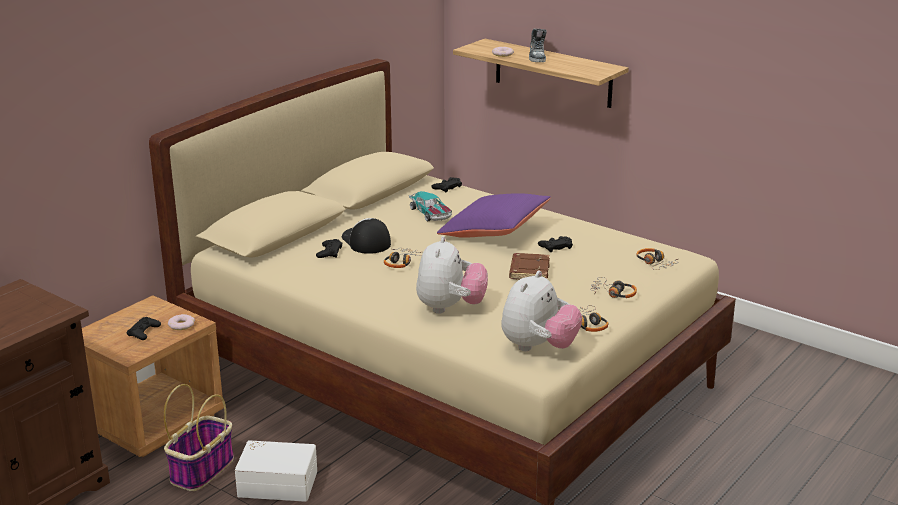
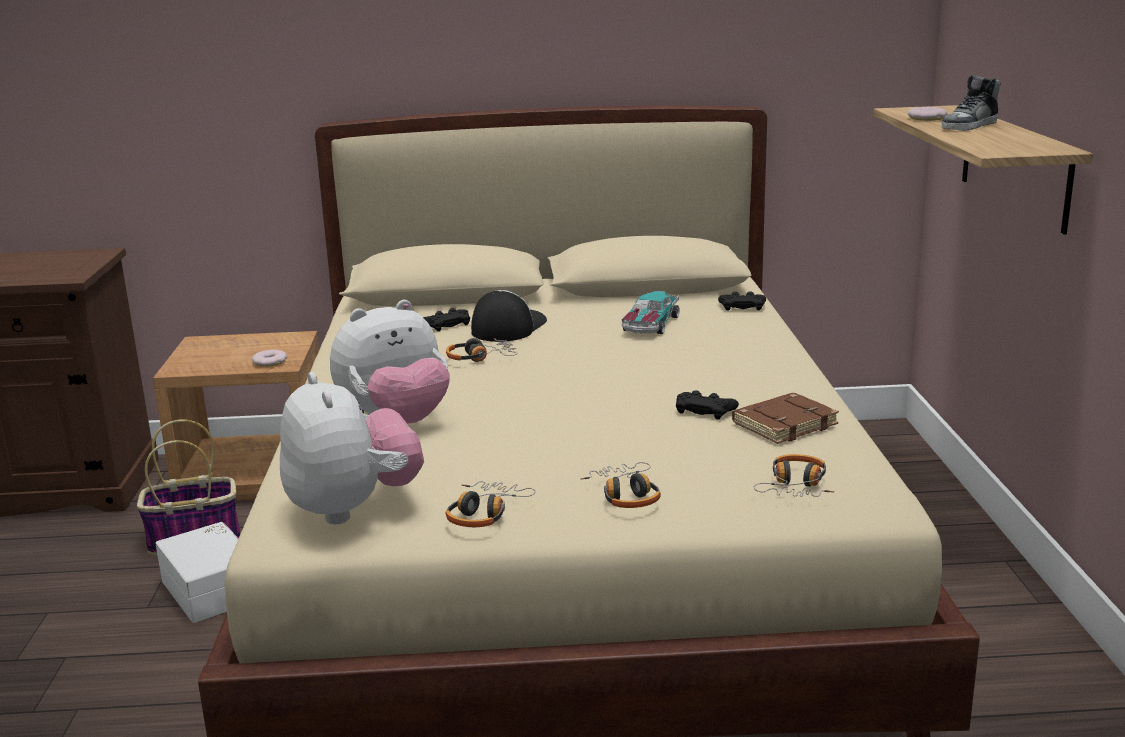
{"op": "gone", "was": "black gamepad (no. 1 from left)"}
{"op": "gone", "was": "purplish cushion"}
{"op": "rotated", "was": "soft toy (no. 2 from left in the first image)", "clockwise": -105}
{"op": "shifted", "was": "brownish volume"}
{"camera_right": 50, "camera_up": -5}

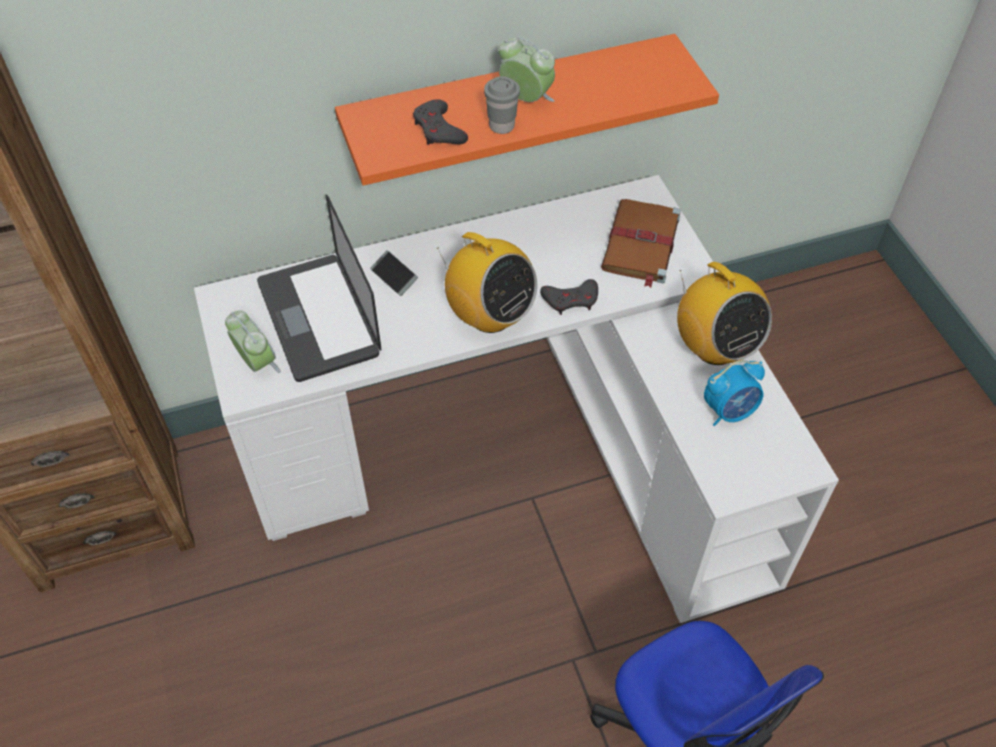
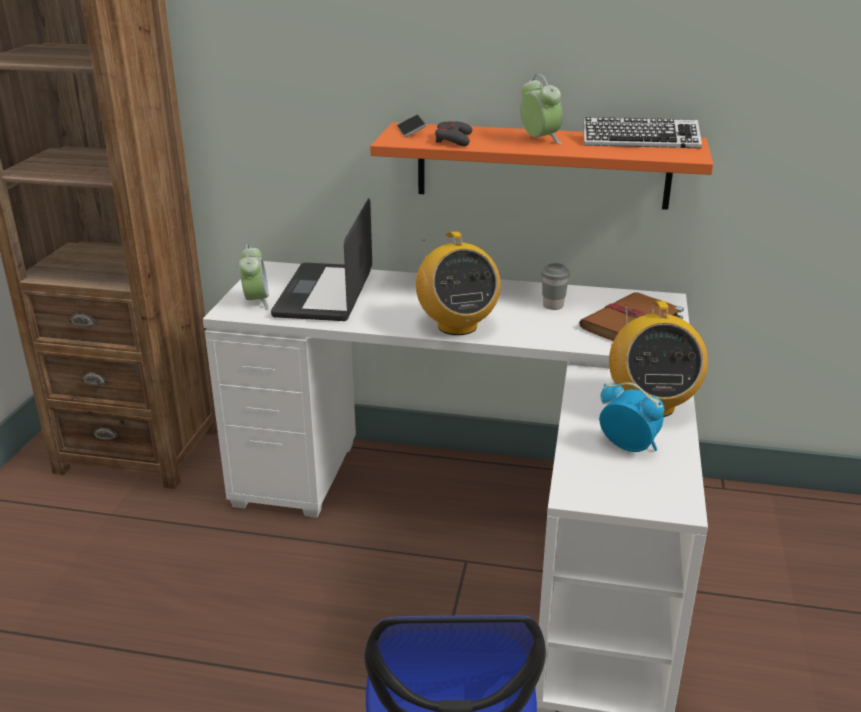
{"op": "shifted", "was": "phone"}
{"op": "shifted", "was": "gray small cup"}
{"op": "gone", "was": "gray gamepad (no. 2 from left)"}
{"op": "rotated", "was": "table clock (no. 3 from left)", "clockwise": -150}
{"op": "new", "now": "PC keyboard"}
{"camera_right": 30, "camera_up": -25}

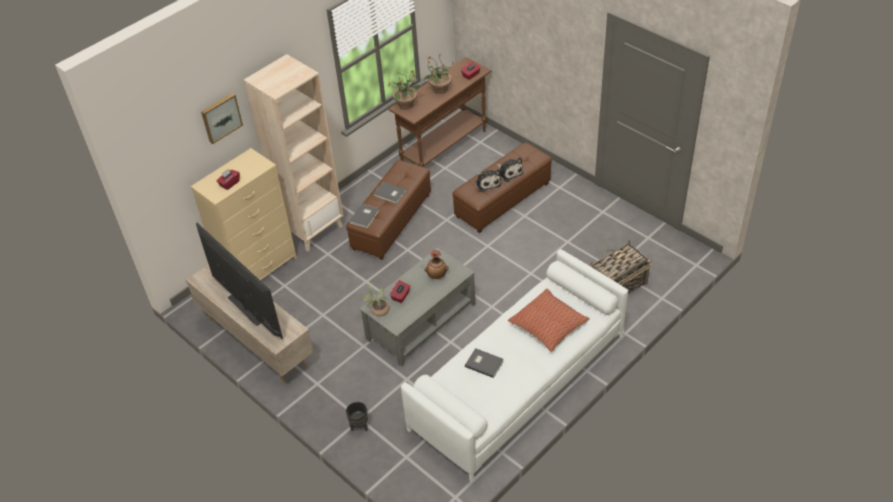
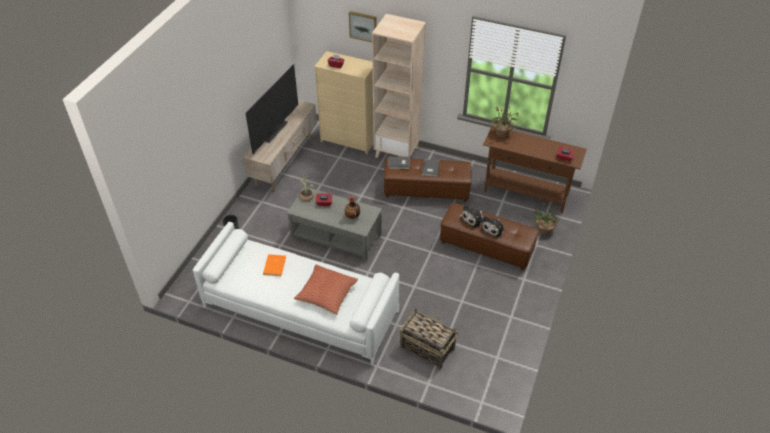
{"op": "shifted", "was": "houseplant (no. 3 from left)"}
{"op": "repainted", "was": "gray volume (no. 3 from left)", "now": "orange-coloured volume"}
{"camera_right": 65, "camera_up": 0}

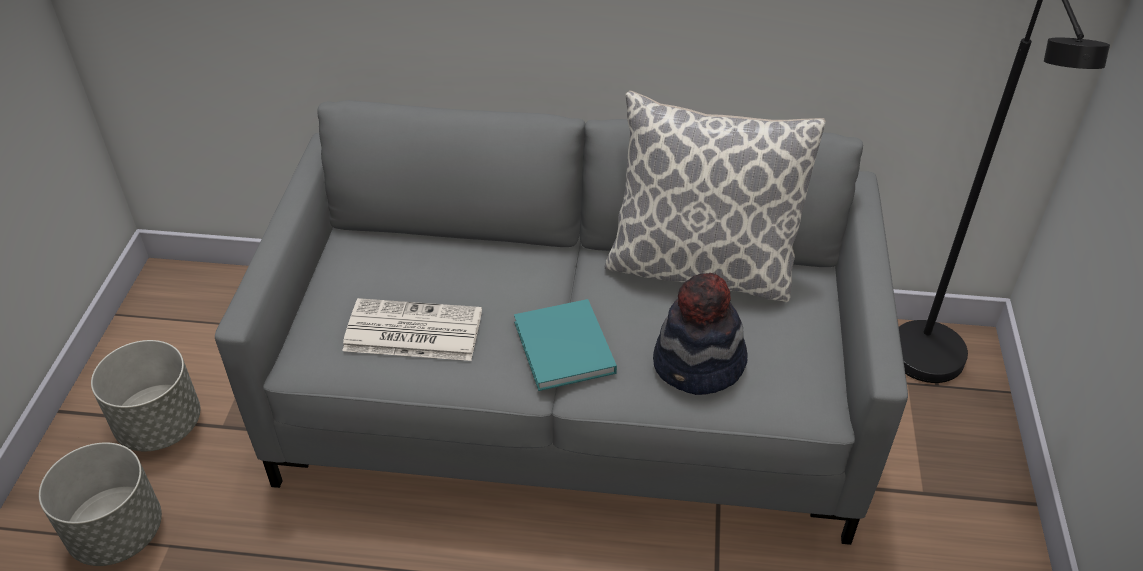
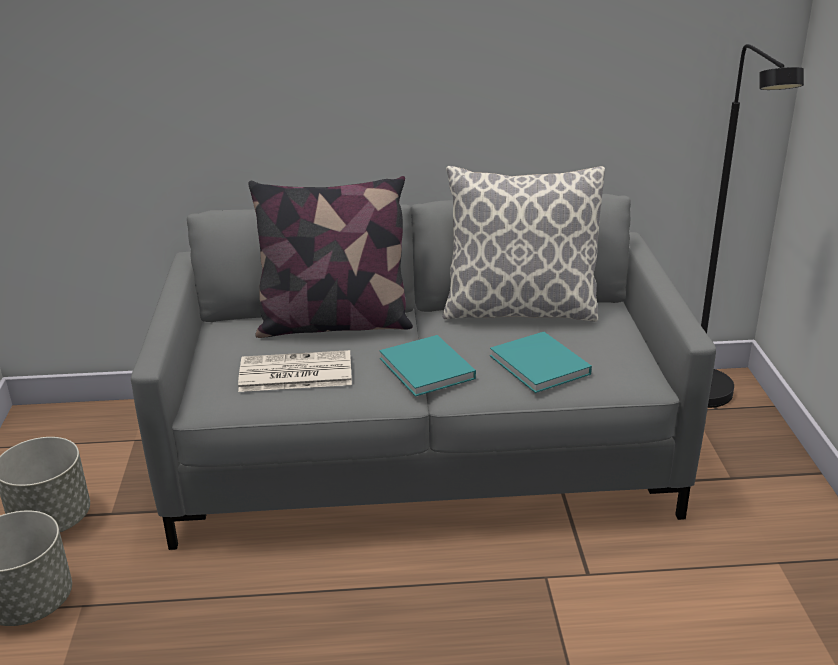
{"op": "swapped", "was": "clothing hat", "now": "turquoise-coloured volume (no. 2 from left)"}
{"op": "new", "now": "cushion (no. 1 from left)"}
{"camera_right": -10, "camera_up": -15}

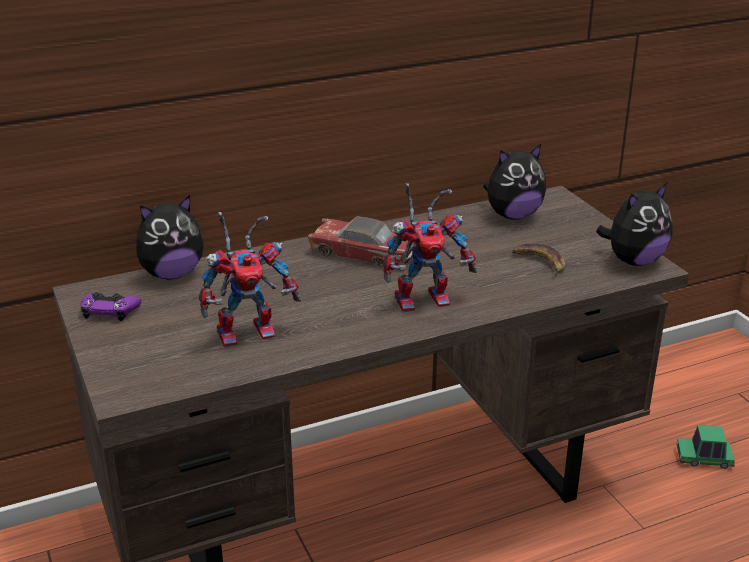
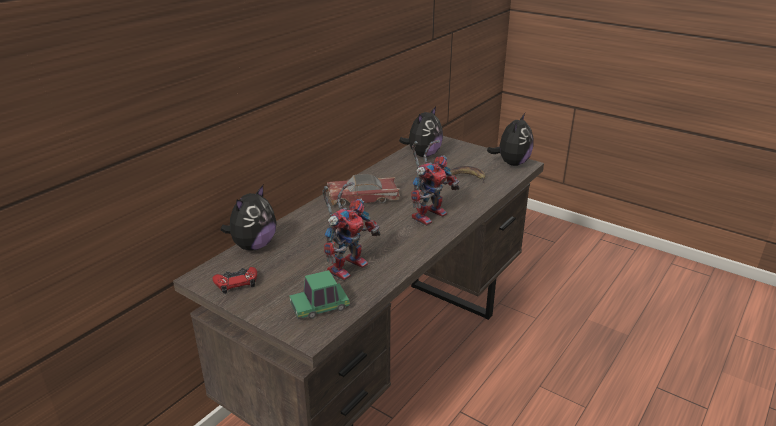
{"op": "repainted", "was": "purplish gamepad", "now": "red gamepad"}
{"op": "shifted", "was": "toy car (no. 2 from left in the first image)", "now": "toy car (no. 1 from left)"}
{"camera_right": -30, "camera_up": 0}

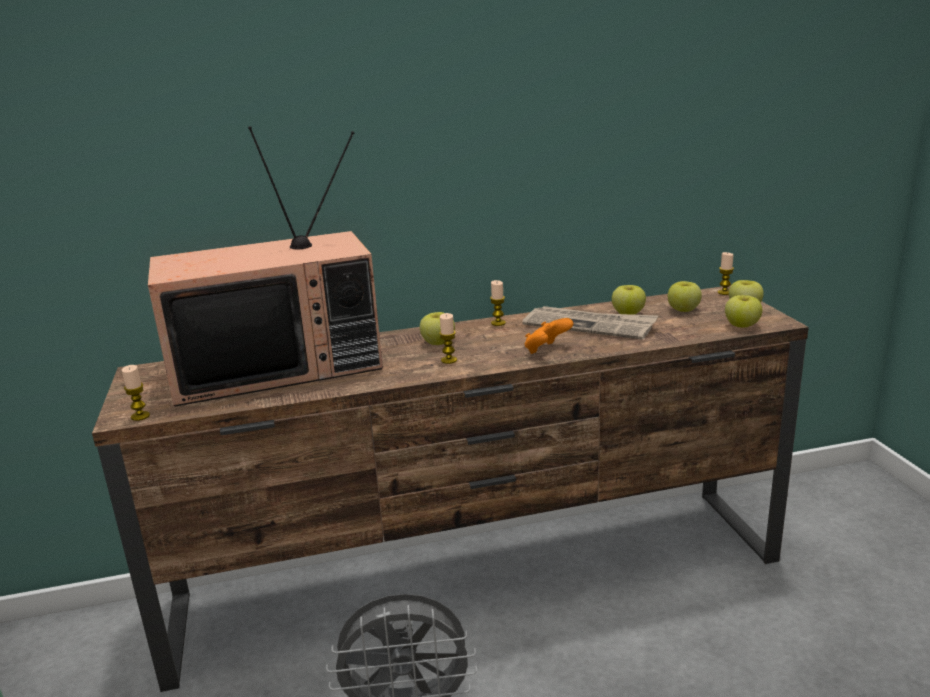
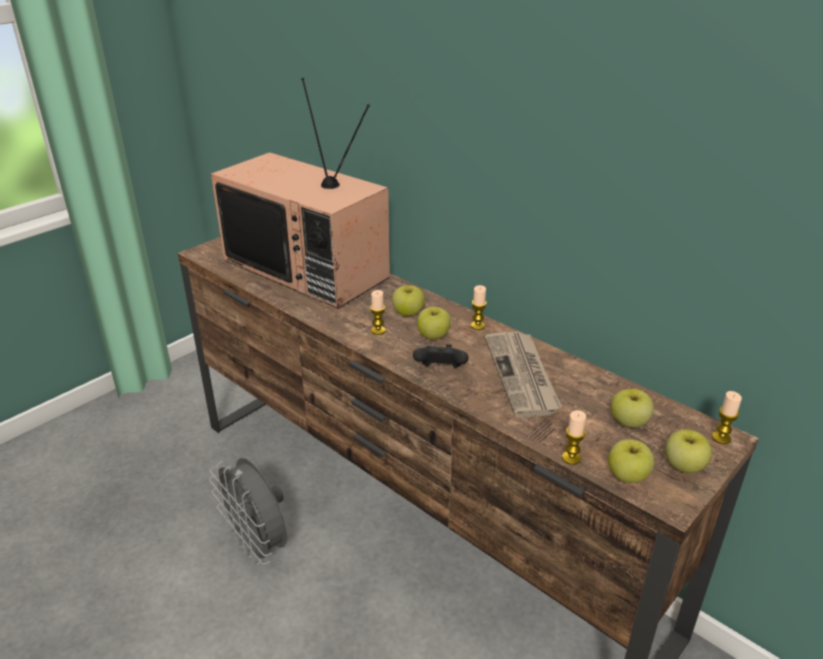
{"op": "shifted", "was": "wax light (no. 1 from left in the first image)", "now": "wax light (no. 3 from left)"}
{"op": "repainted", "was": "orange-coloured gamepad", "now": "black gamepad"}
{"op": "shifted", "was": "apple fruit (no. 2 from left)"}
{"camera_right": 55, "camera_up": 10}

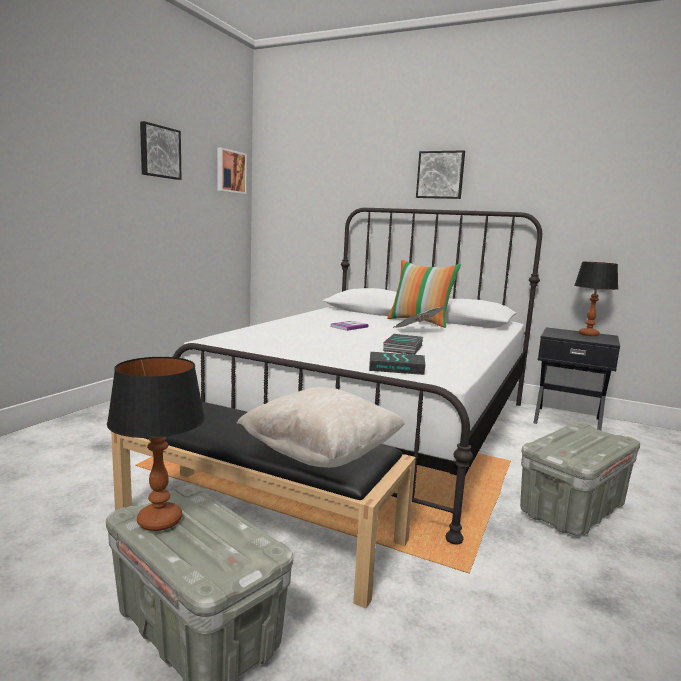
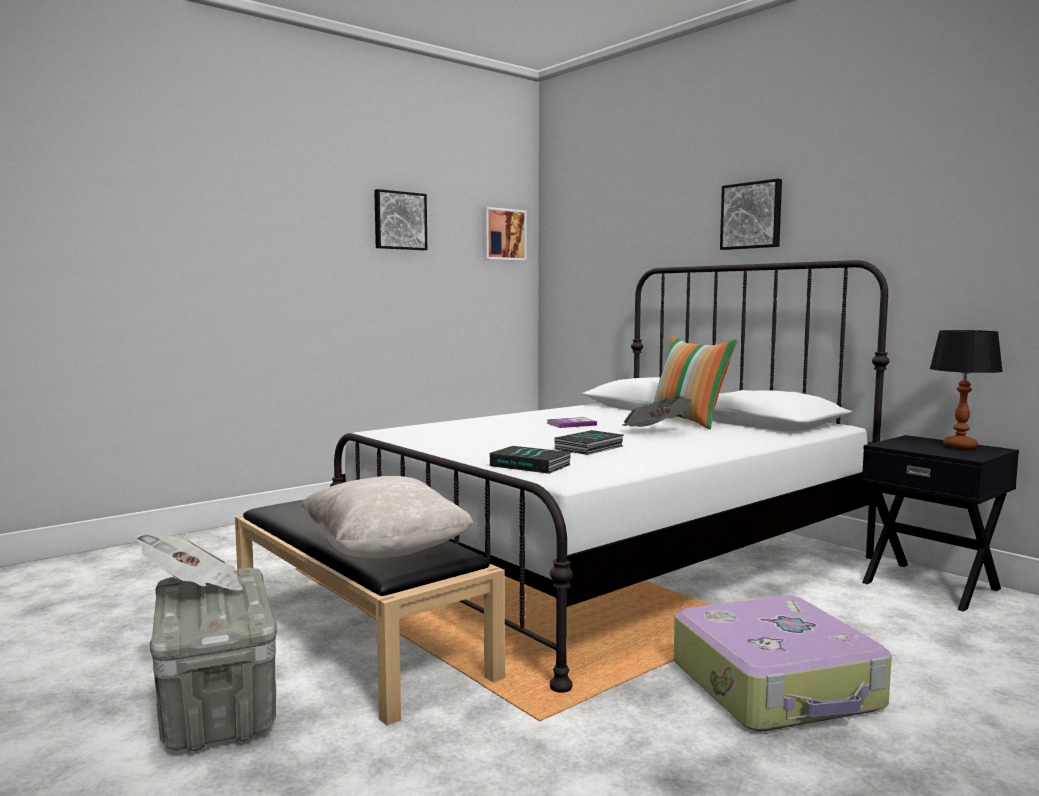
{"op": "swapped", "was": "lamp for a table (no. 1 from left)", "now": "printed paper (no. 1 from left)"}
{"op": "swapped", "was": "gray storage bin (no. 2 from left)", "now": "suitcase"}
{"camera_right": 25, "camera_up": -5}

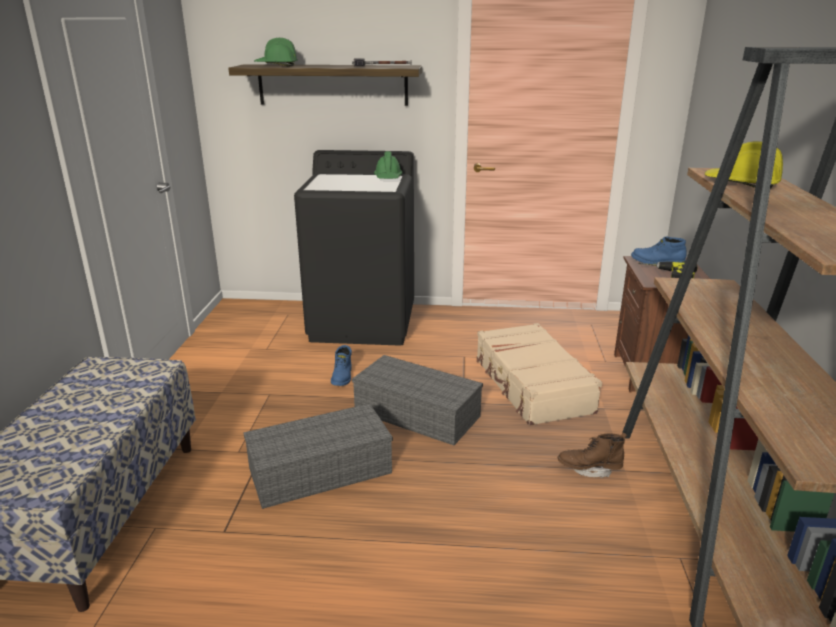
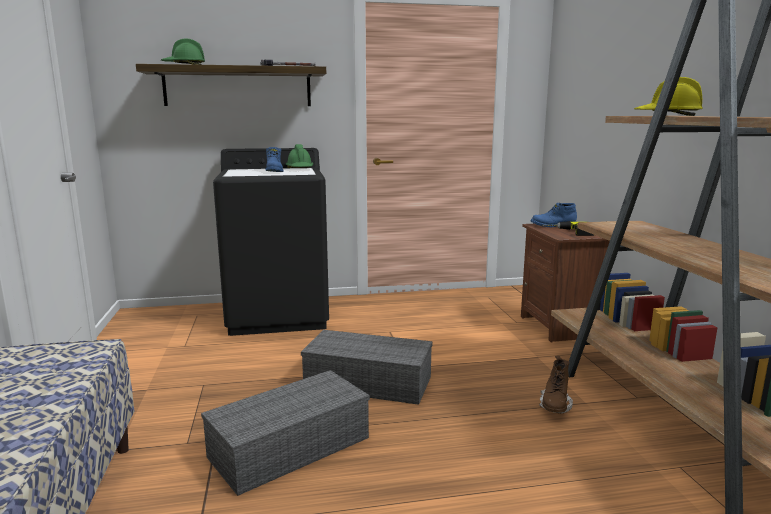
{"op": "shifted", "was": "bluish boot (no. 1 from left)"}
{"op": "gone", "was": "sand-coloured suitcase"}
{"op": "rotated", "was": "brownish boot", "clockwise": -60}
{"camera_right": -15, "camera_up": -10}

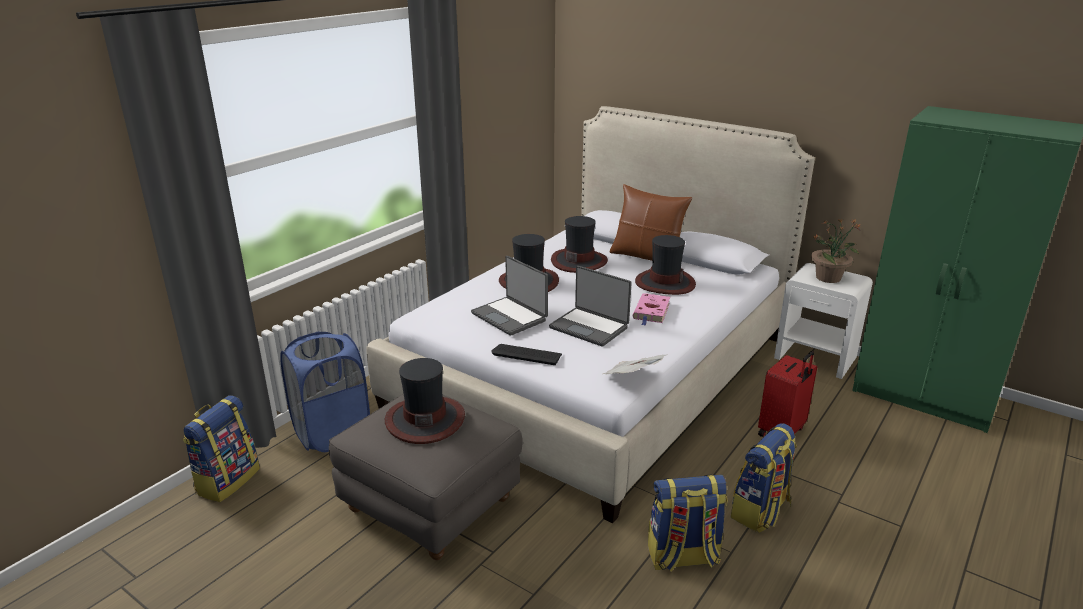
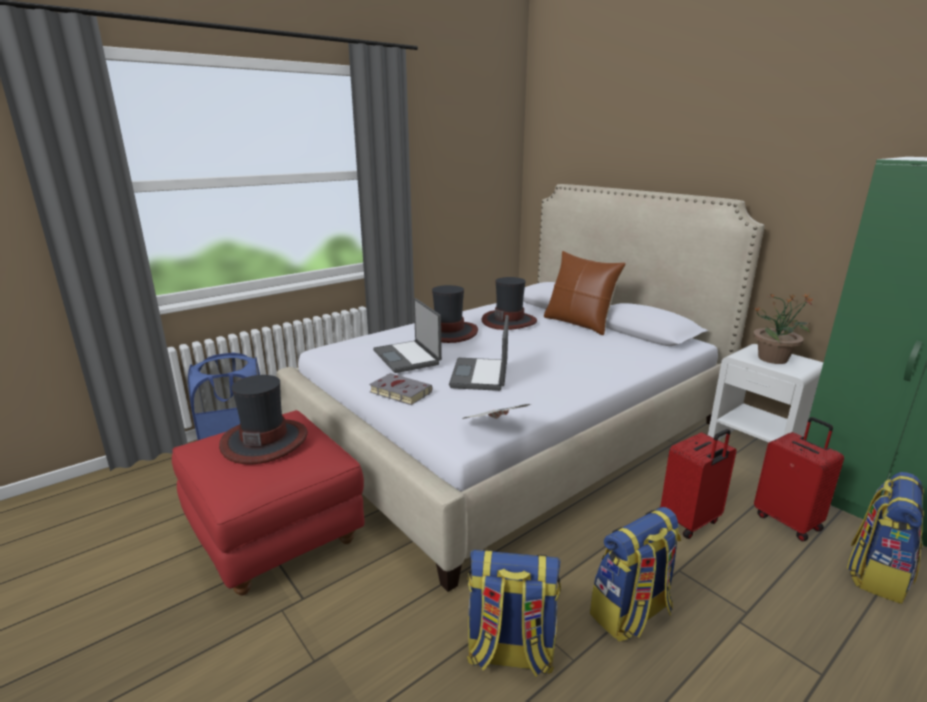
{"op": "shifted", "was": "rucksack (no. 1 from left in the first image)", "now": "rucksack (no. 3 from left)"}
{"op": "repainted", "was": "gray footrest", "now": "red footrest"}
{"op": "swapped", "was": "PC keyboard", "now": "gray volume"}
{"op": "rotated", "was": "laptop (no. 2 from left)", "clockwise": 45}
{"op": "gone", "was": "pink-coloured volume"}
{"op": "gone", "was": "clothing hat (no. 4 from left)"}
{"op": "new", "now": "red suitcase (no. 2 from left)"}
{"camera_right": 15, "camera_up": -5}

